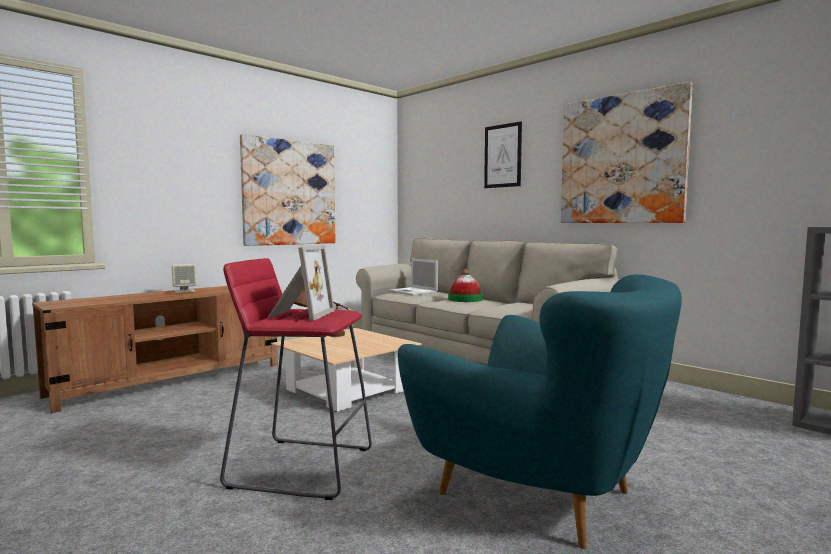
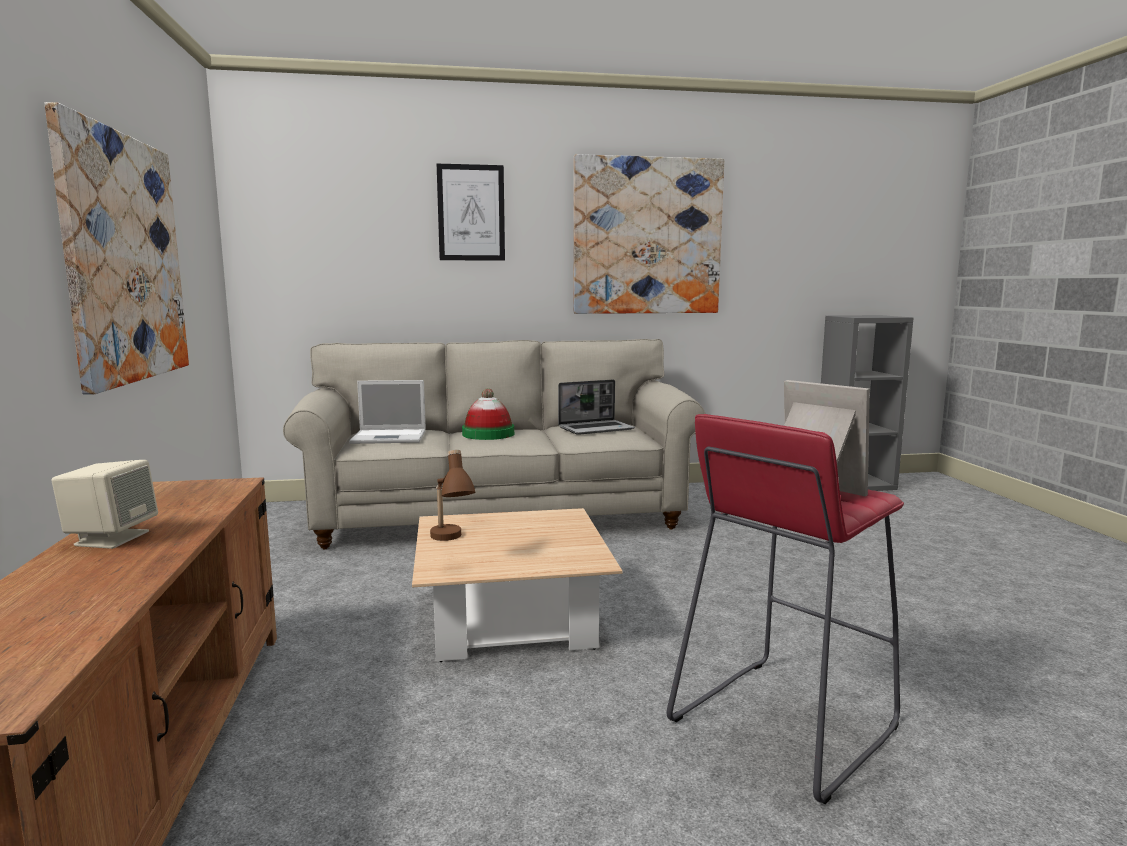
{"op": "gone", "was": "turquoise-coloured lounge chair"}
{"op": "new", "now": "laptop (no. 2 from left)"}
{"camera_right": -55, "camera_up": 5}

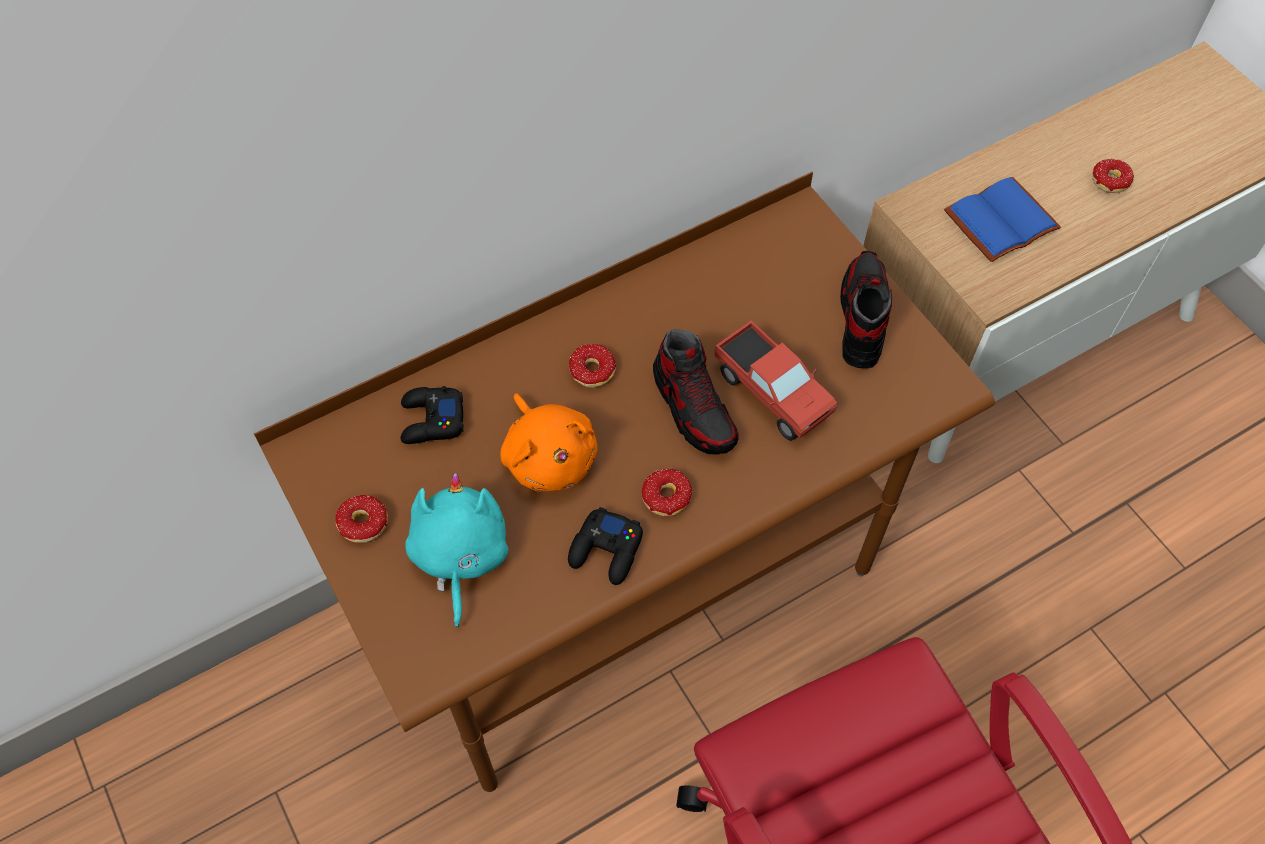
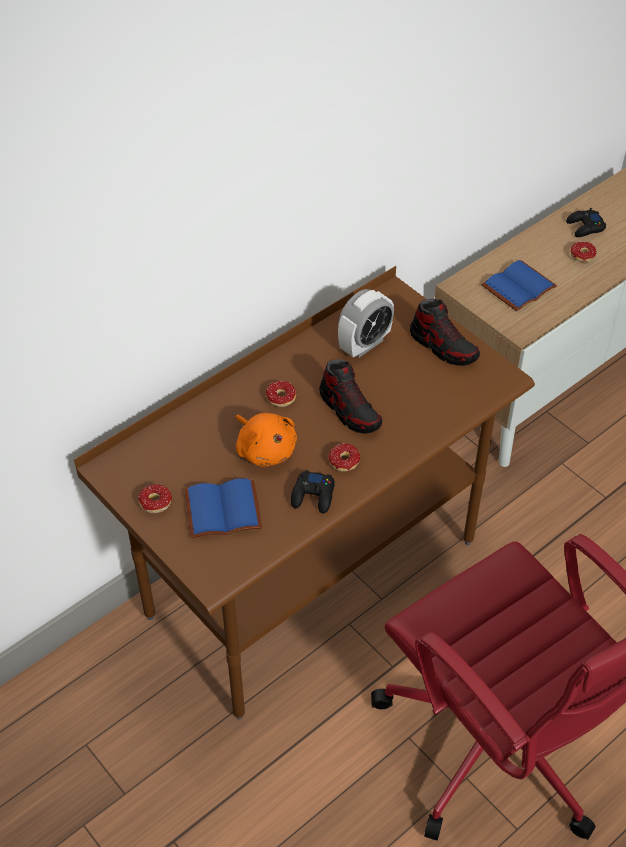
{"op": "shifted", "was": "black gamepad (no. 1 from left in the first image)", "now": "black gamepad (no. 2 from left)"}
{"op": "swapped", "was": "turquoise-coloured soft toy", "now": "bluish volume (no. 1 from left)"}
{"op": "gone", "was": "toy truck"}
{"op": "rotated", "was": "item of footwear (no. 2 from left)", "clockwise": 135}
{"op": "new", "now": "table clock"}
{"camera_right": -10, "camera_up": -10}

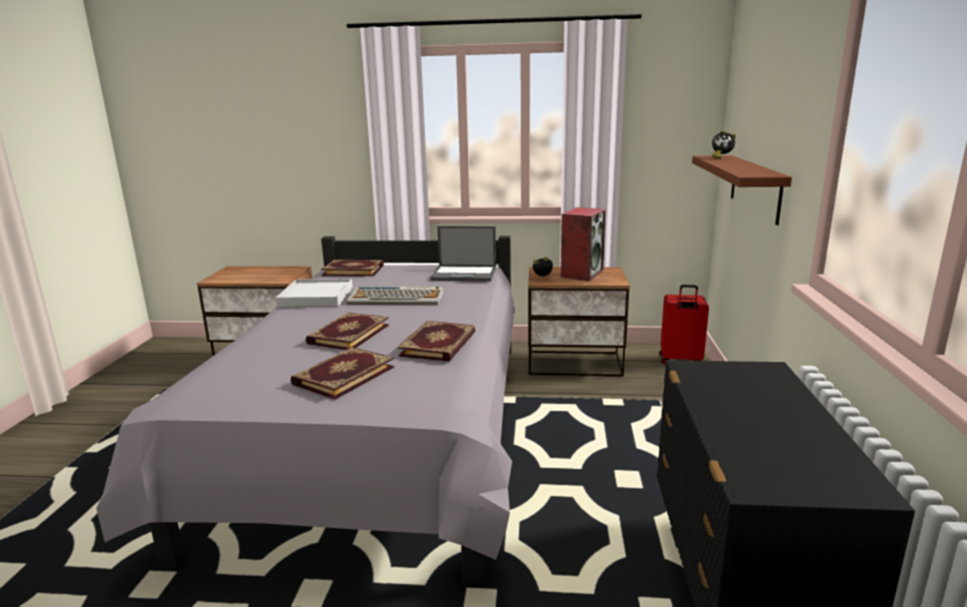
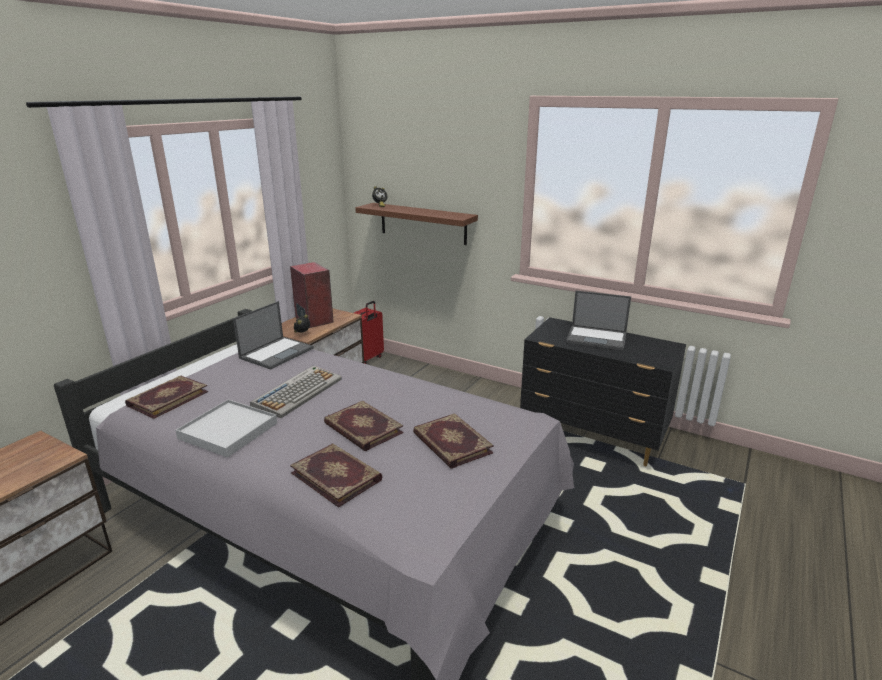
{"op": "shifted", "was": "volume (no. 4 from left in the first image)", "now": "volume (no. 2 from left)"}
{"op": "new", "now": "laptop (no. 2 from left)"}
{"camera_right": -65, "camera_up": 5}

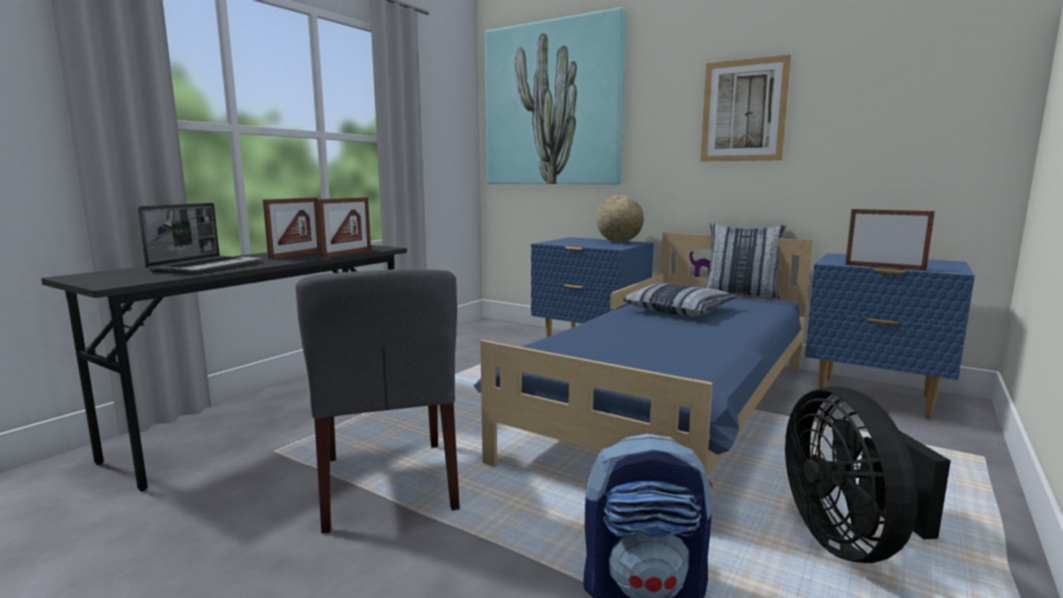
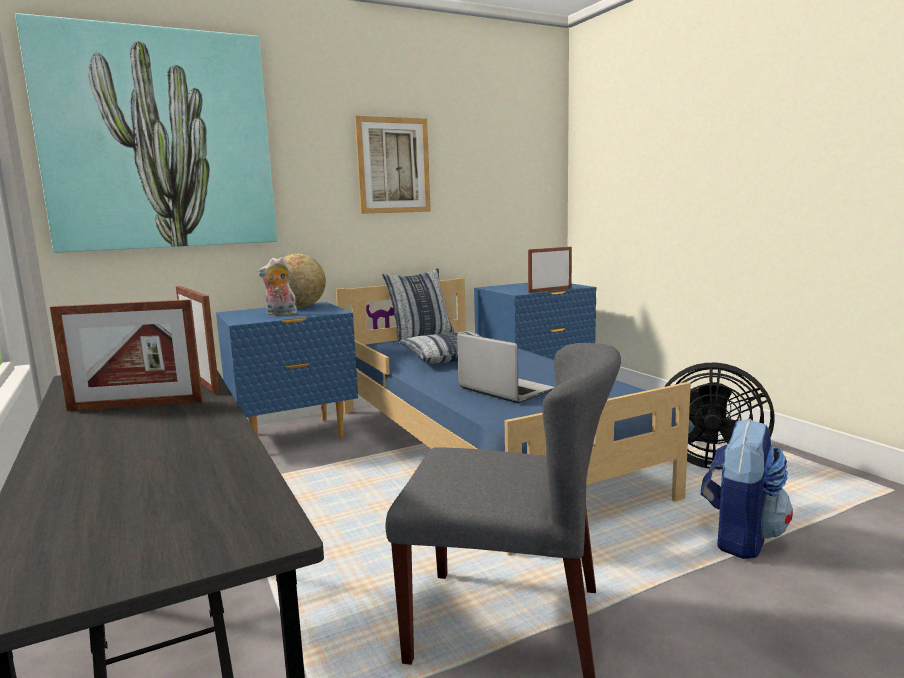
{"op": "shifted", "was": "laptop"}
{"op": "rotated", "was": "standing frame (no. 1 from left)", "clockwise": 120}
{"op": "new", "now": "soft toy"}
{"camera_right": -60, "camera_up": 0}

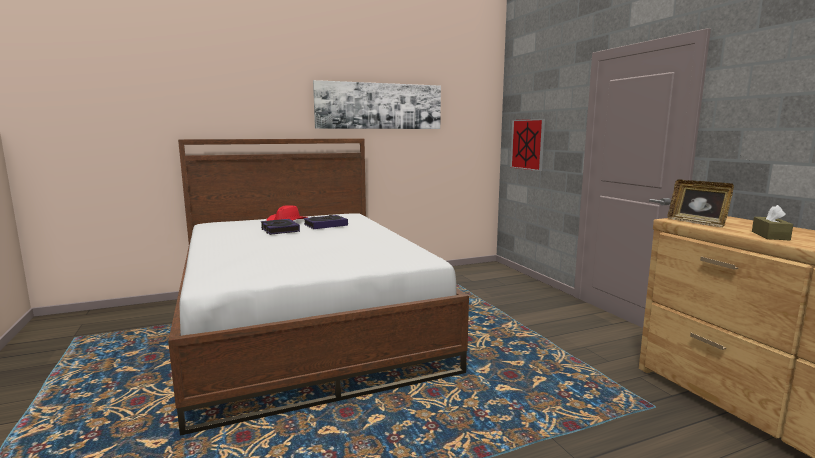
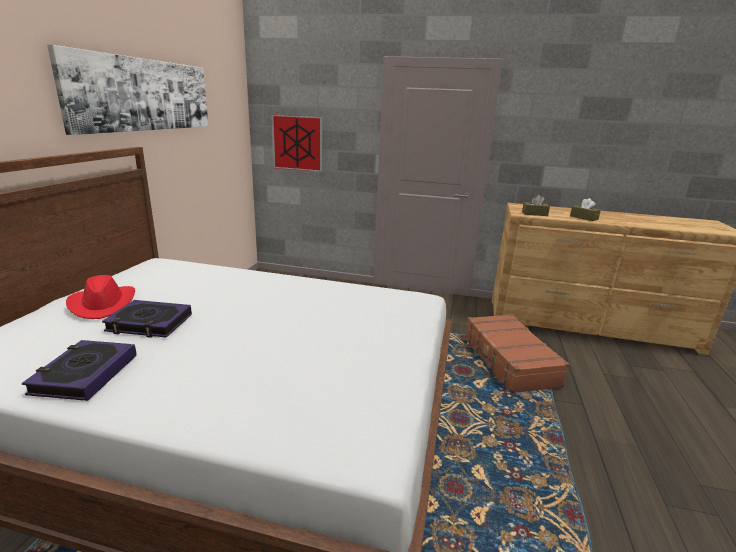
{"op": "shifted", "was": "volume (no. 2 from left in the first image)", "now": "volume (no. 1 from left)"}
{"op": "swapped", "was": "standing frame", "now": "brownish tissue holder (no. 1 from left)"}
{"op": "new", "now": "brownish suitcase"}
{"camera_right": -55, "camera_up": 10}

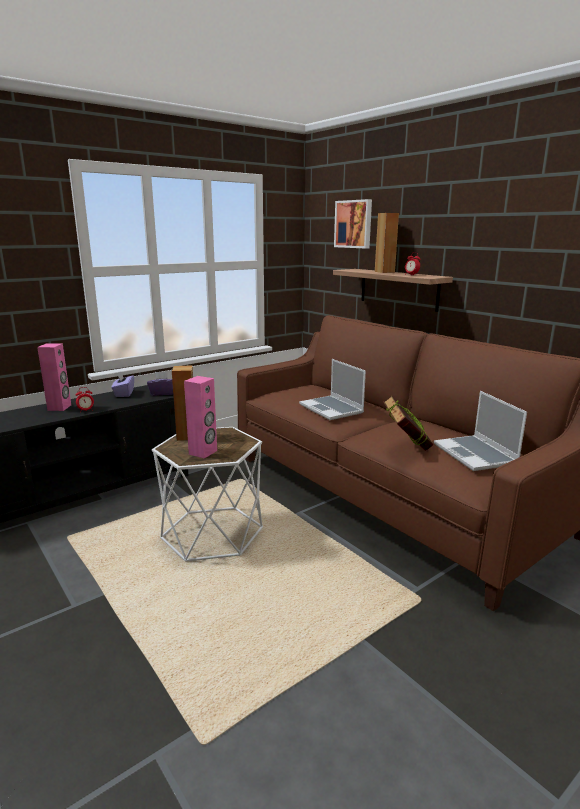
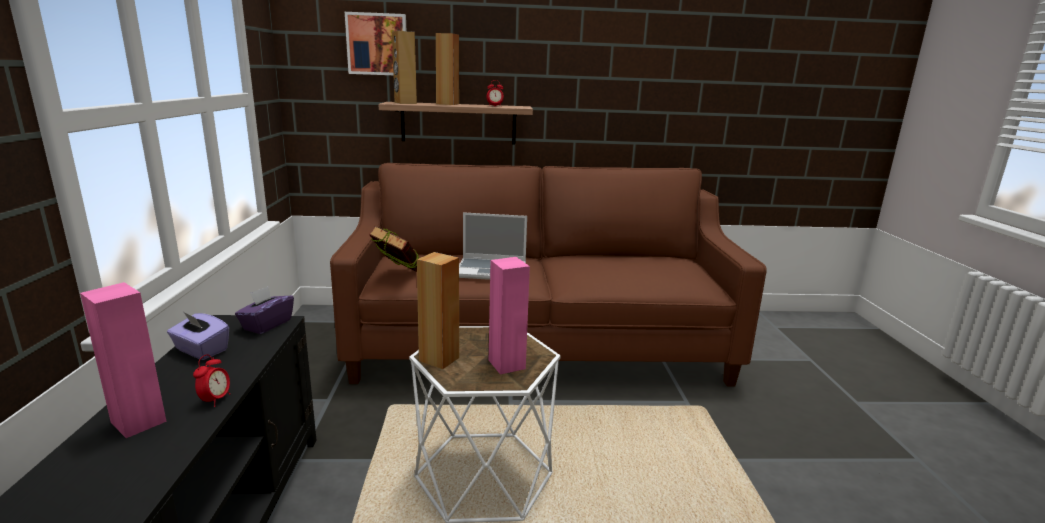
{"op": "shifted", "was": "volume"}
{"op": "gone", "was": "laptop (no. 2 from left)"}
{"op": "new", "now": "brownish loudspeaker (no. 1 from left)"}
{"camera_right": -55, "camera_up": 0}

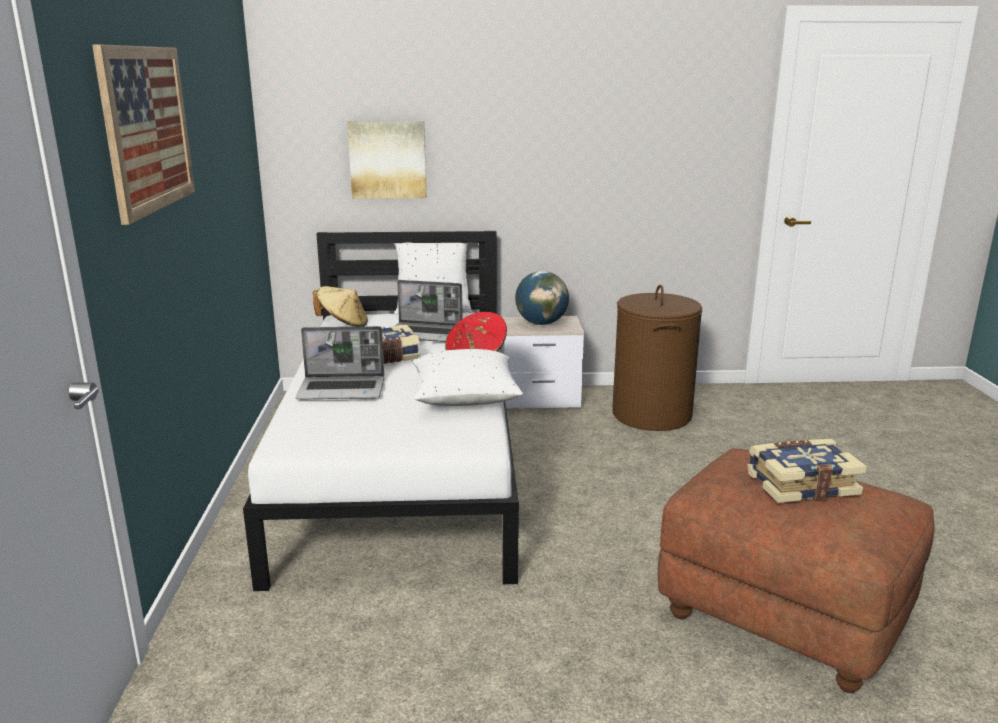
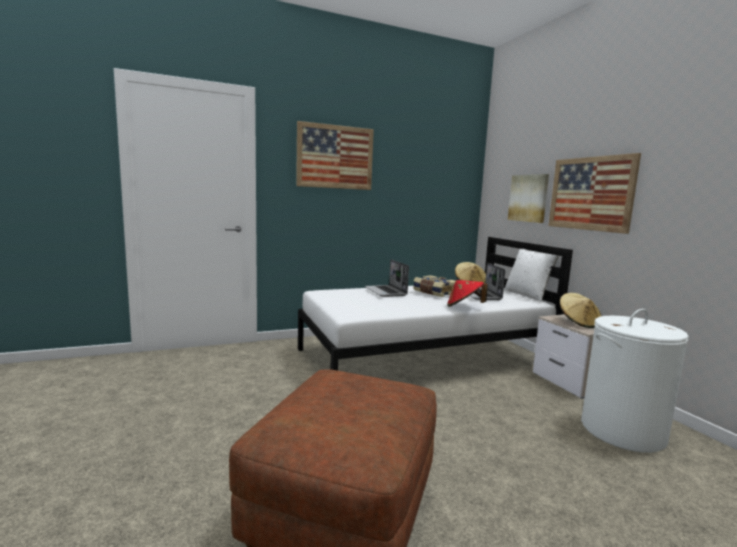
{"op": "gone", "was": "white-coloured cushion (no. 2 from left)"}
{"op": "swapped", "was": "desk globe", "now": "sand-coloured clothing hat (no. 2 from left)"}
{"op": "repainted", "was": "brownish laundry basket", "now": "white-coloured laundry basket"}
{"op": "gone", "was": "volume (no. 2 from left)"}
{"op": "new", "now": "wall art (no. 3 from left)"}
{"camera_right": 70, "camera_up": -10}

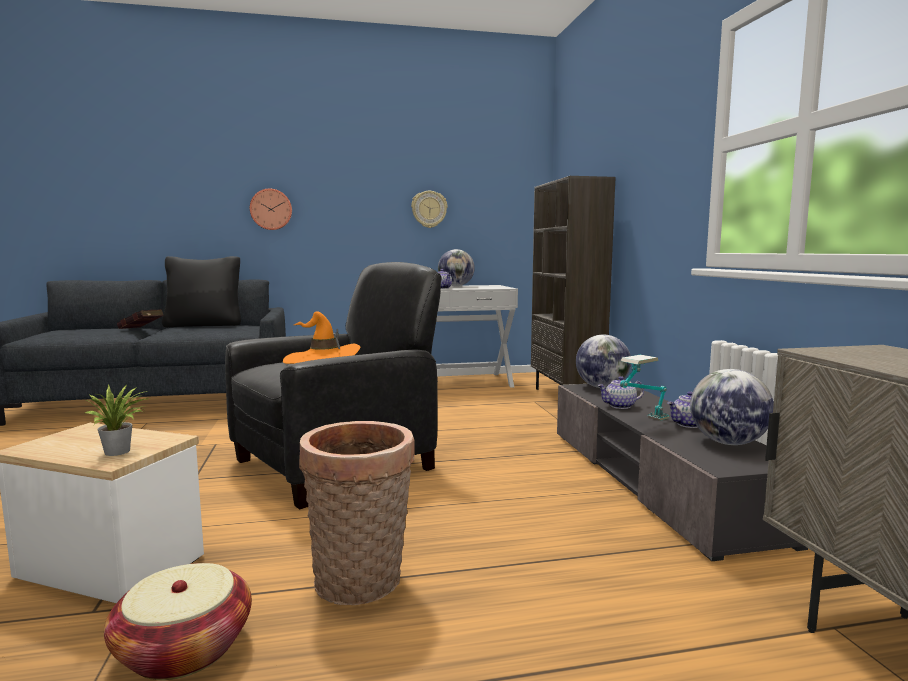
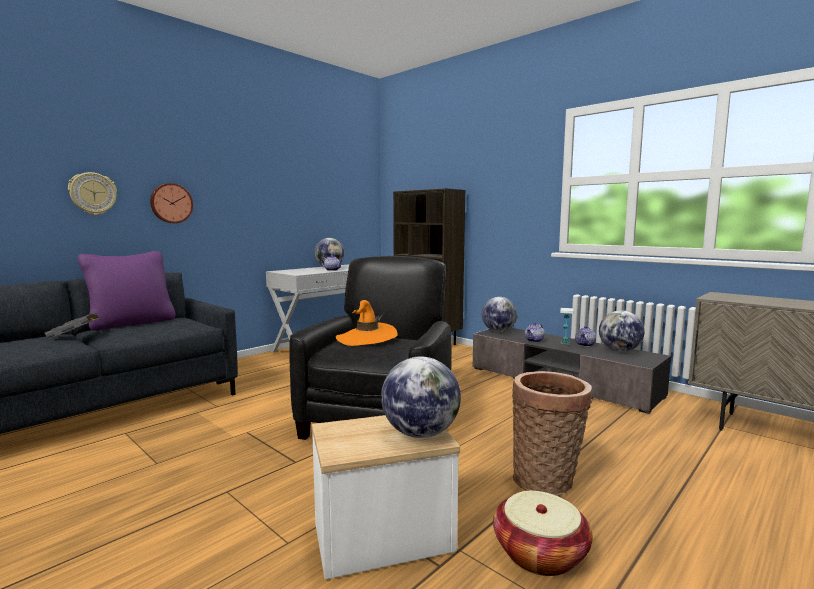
{"op": "swapped", "was": "houseplant", "now": "desk globe (no. 2 from left)"}
{"op": "repainted", "was": "red volume", "now": "gray volume"}
{"op": "repainted", "was": "black cushion", "now": "purplish cushion"}
{"op": "shifted", "was": "hanging clock (no. 2 from left in the first image)", "now": "hanging clock (no. 1 from left)"}
{"camera_right": -35, "camera_up": 0}

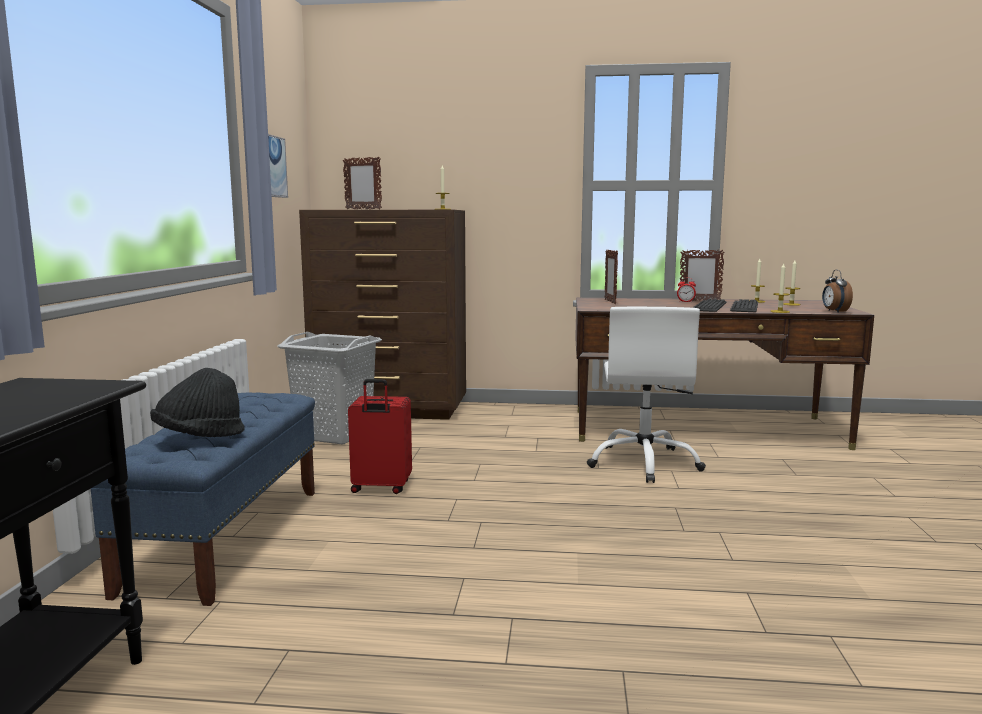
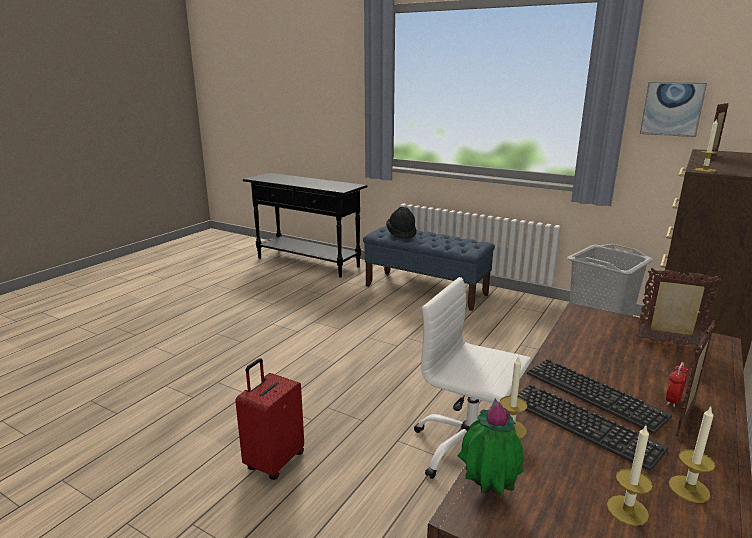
{"op": "shifted", "was": "red suitcase"}
{"op": "swapped", "was": "table clock (no. 2 from left)", "now": "houseplant"}
{"camera_right": 115, "camera_up": 10}

